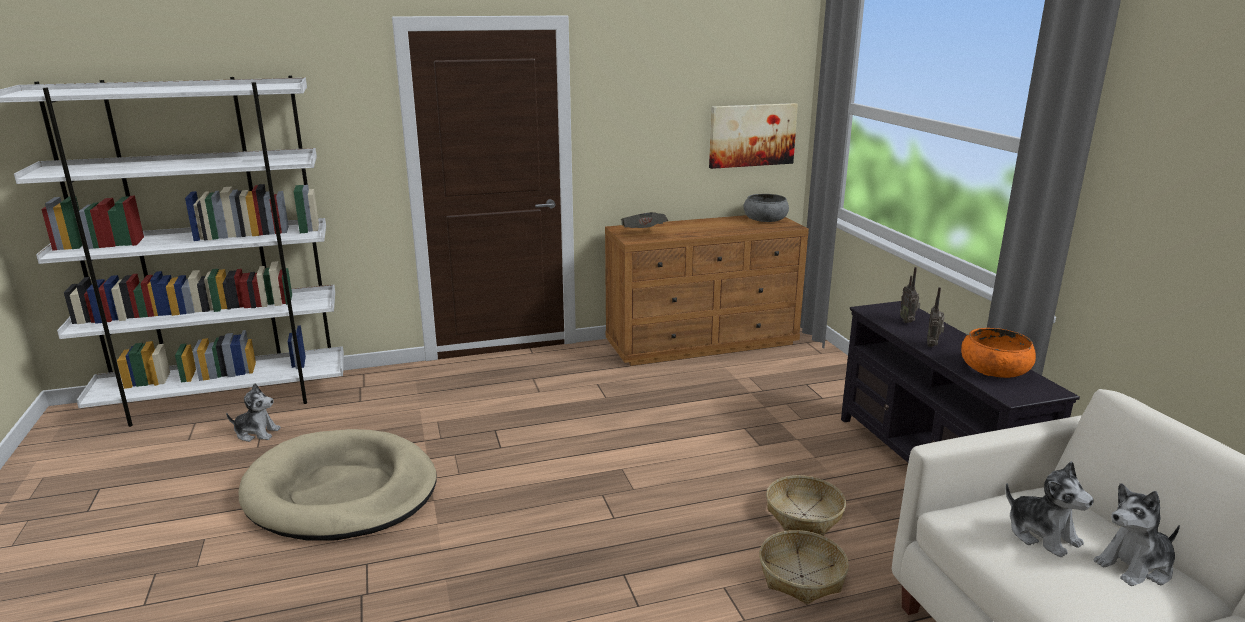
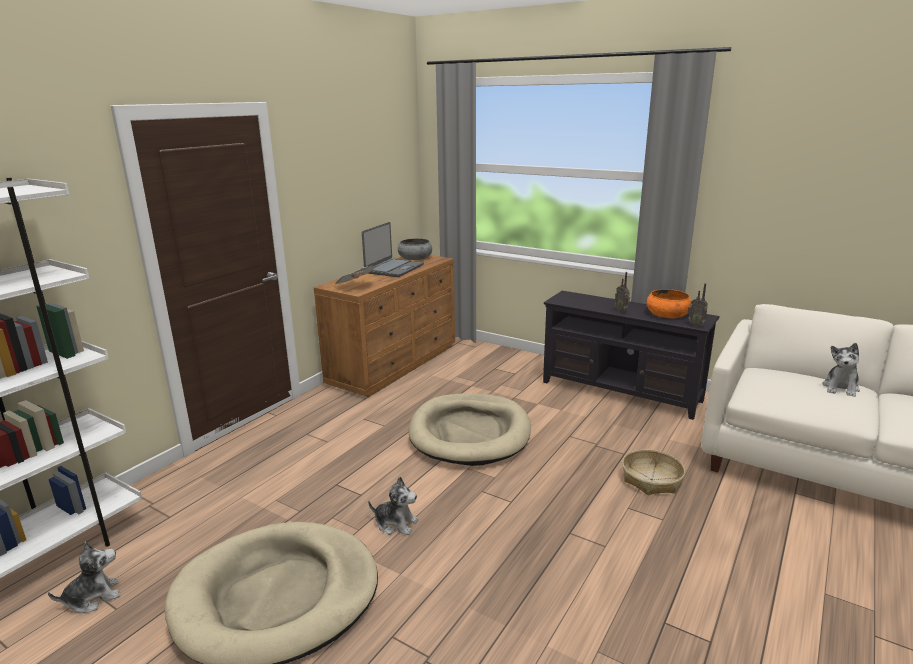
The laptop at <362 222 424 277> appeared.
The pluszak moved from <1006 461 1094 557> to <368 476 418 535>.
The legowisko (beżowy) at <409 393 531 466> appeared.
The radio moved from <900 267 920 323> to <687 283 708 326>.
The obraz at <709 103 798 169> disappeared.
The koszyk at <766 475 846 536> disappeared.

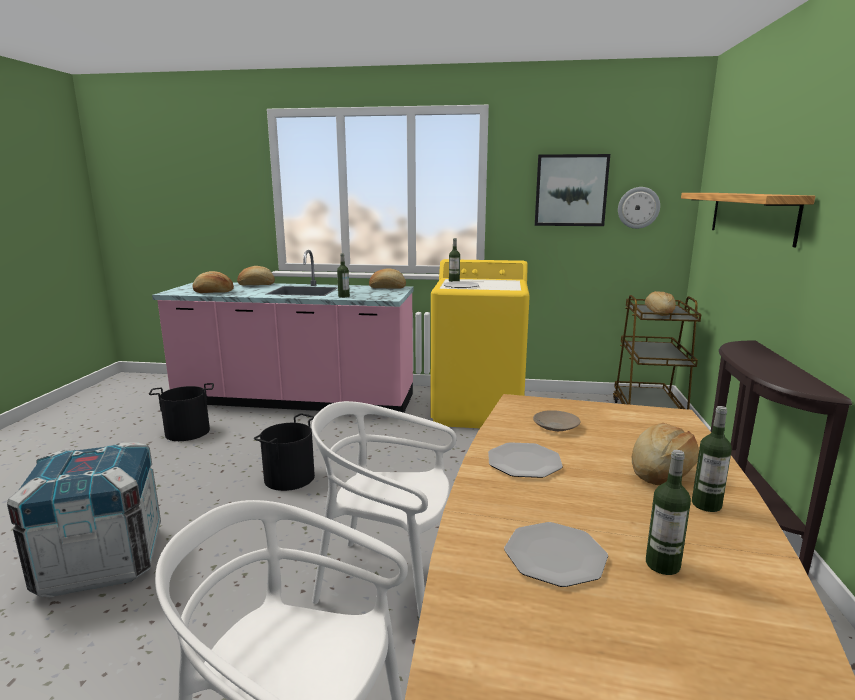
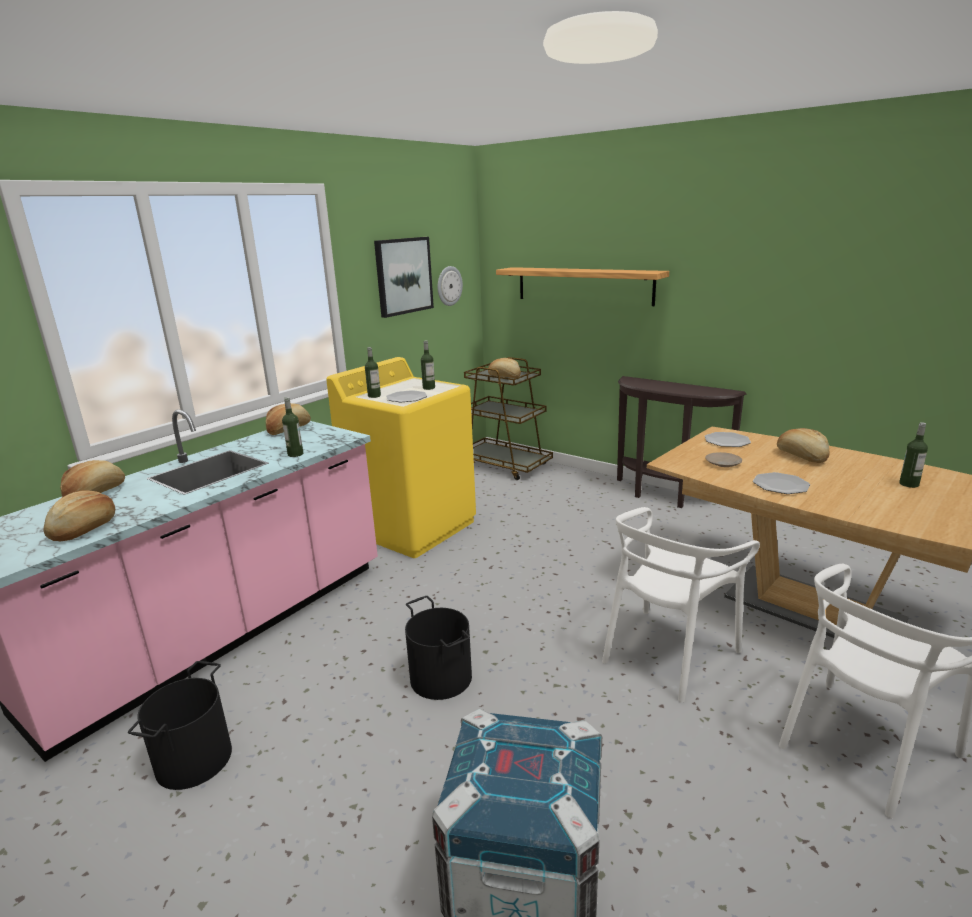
The butelka moved from <692 406 732 512> to <421 340 435 390>.
The talerz moved from <504 522 608 587> to <705 432 751 447>.

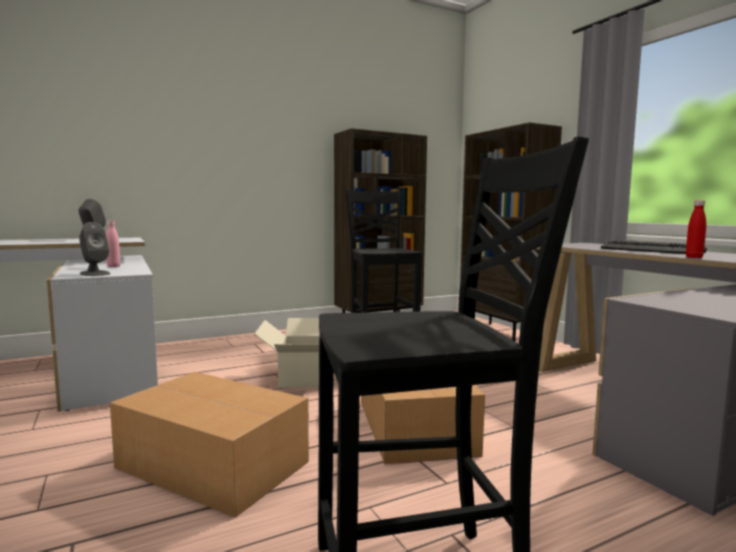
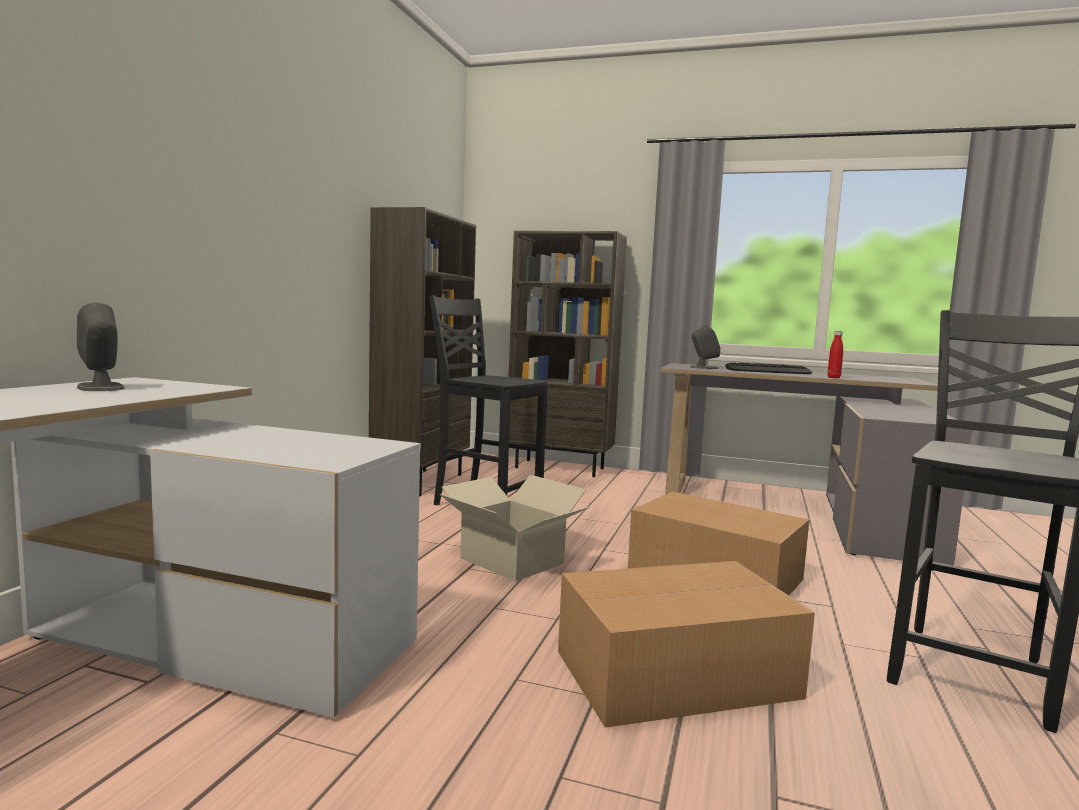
The głośnik (szary) moved from <79 222 110 276> to <691 325 721 369>.
The butelka (różowy) at <106 221 121 267> disappeared.

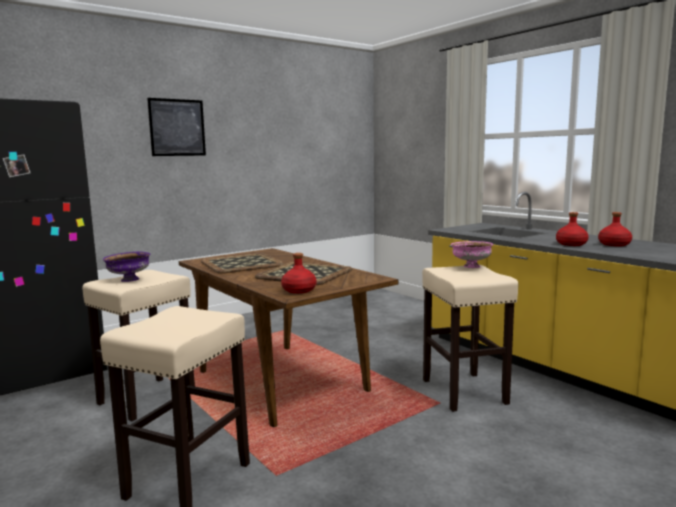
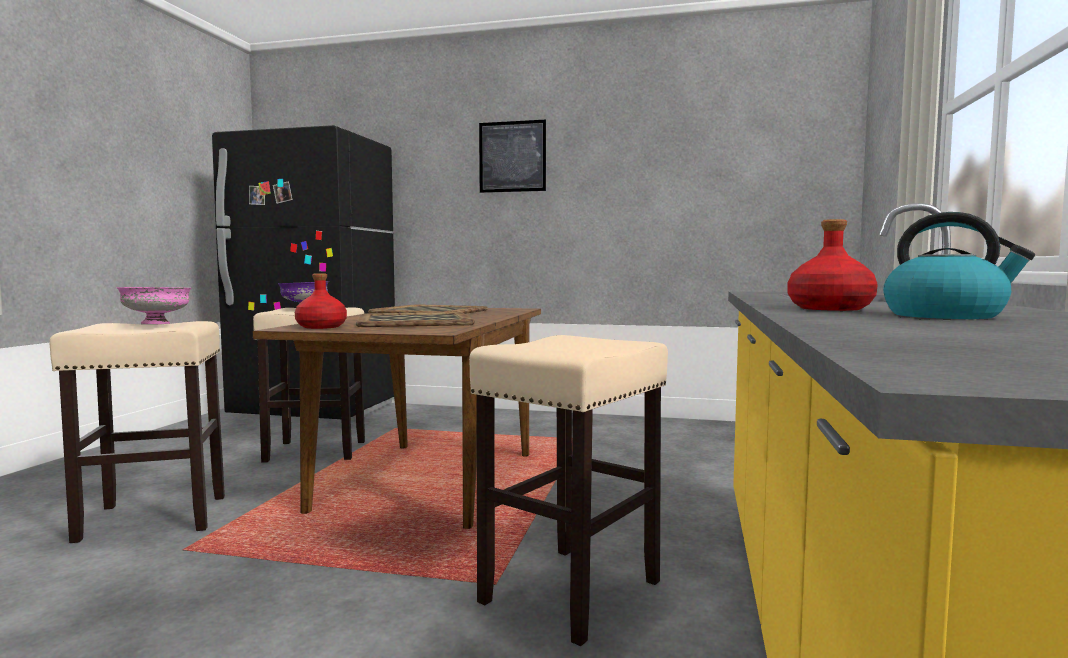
The miska (różowy) moved from <451 241 493 268> to <116 287 192 324>.
The butelka (czerwony) at <598 212 632 246> was replaced by the czajnik at <883 212 1035 319>.

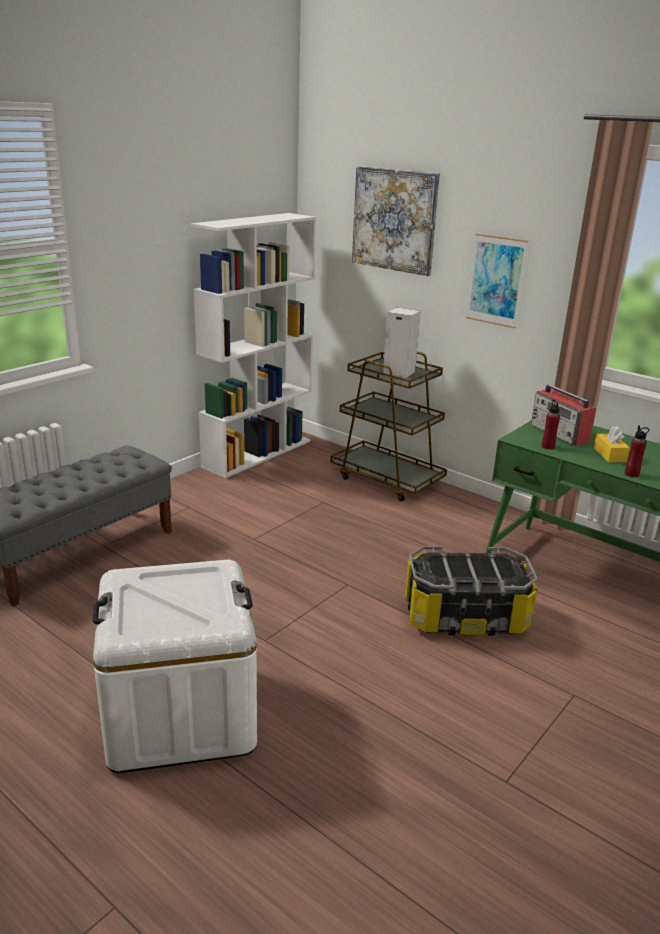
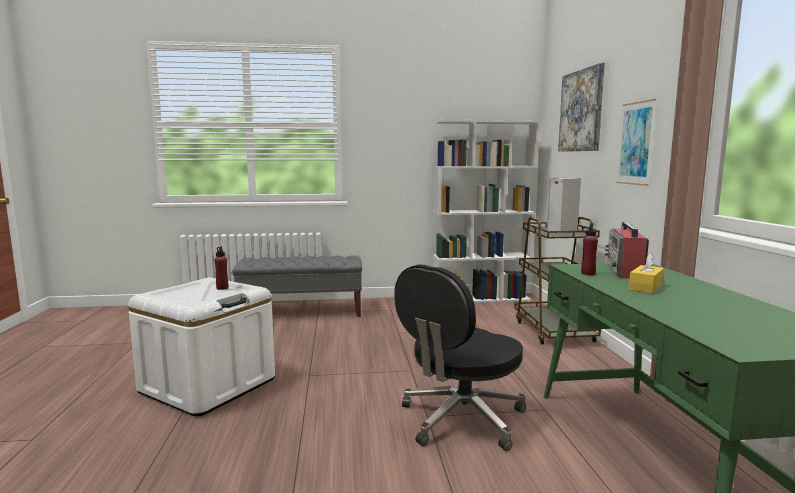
The butelka (czerwony) moved from <625 425 650 477> to <215 246 229 290>.
The pojemnik do przechowywania at <405 546 537 636> was replaced by the krzesło biurowe (czarny) at <394 265 526 451>.

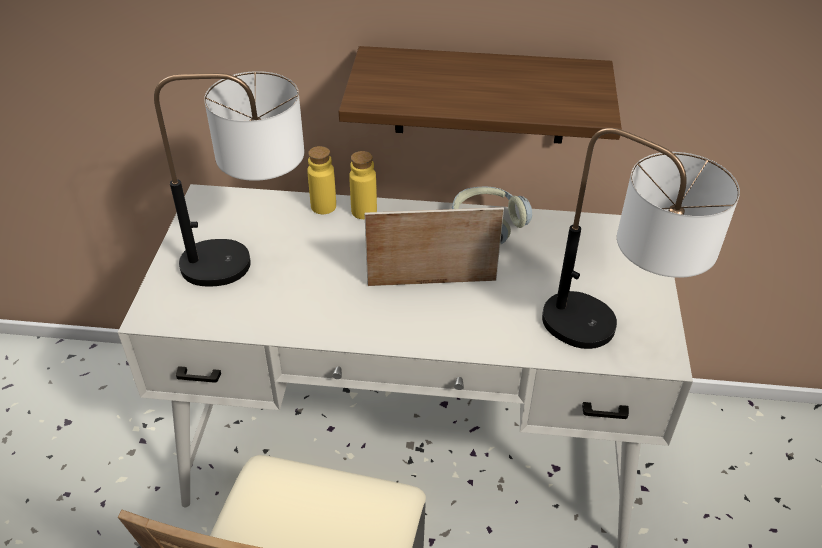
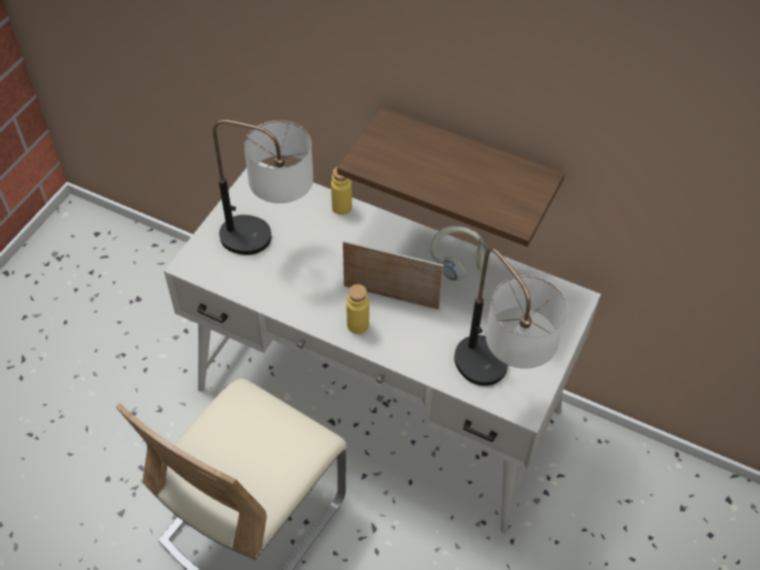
The butelka (żółty) moved from <349 151 377 219> to <346 284 369 334>.

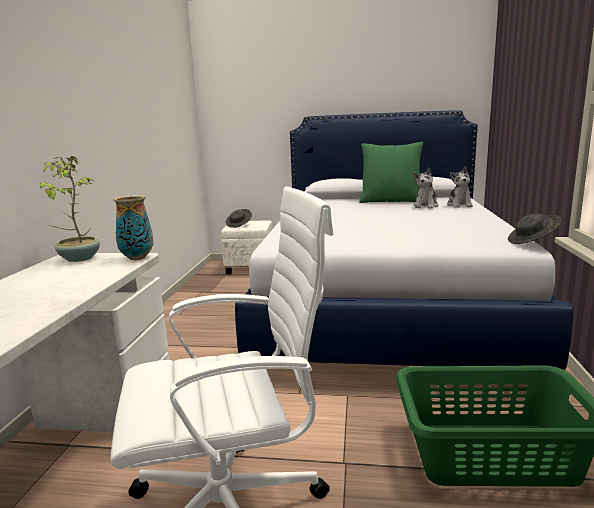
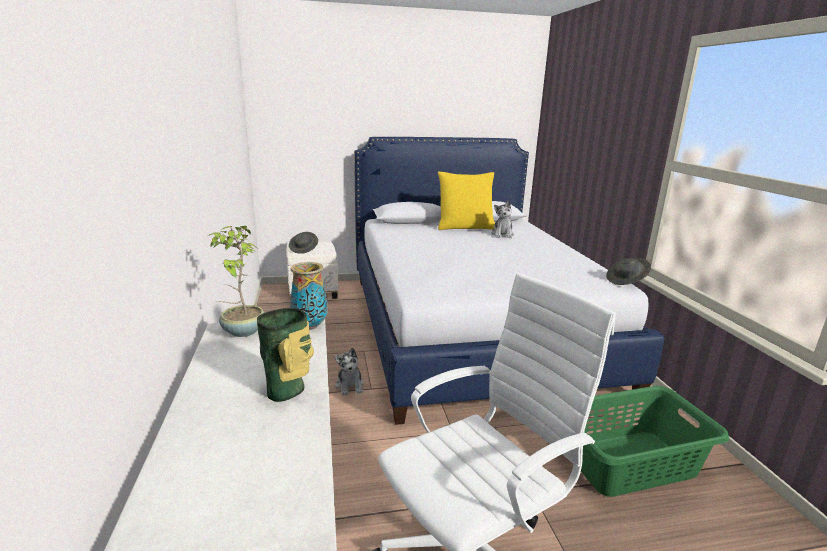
The wazon at <257 308 314 402> appeared.
The pluszak moved from <447 166 473 208> to <335 348 364 396>.
The poduszka (zielony) at <359 142 423 203> became the poduszka (żółty) at <438 172 495 230>.

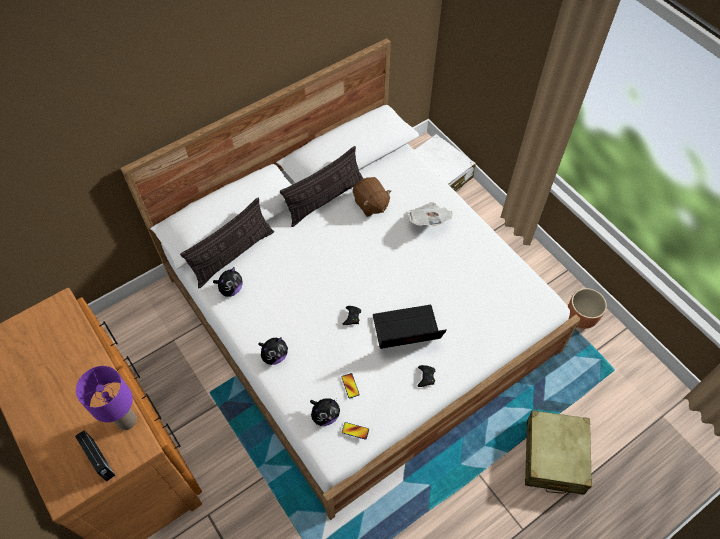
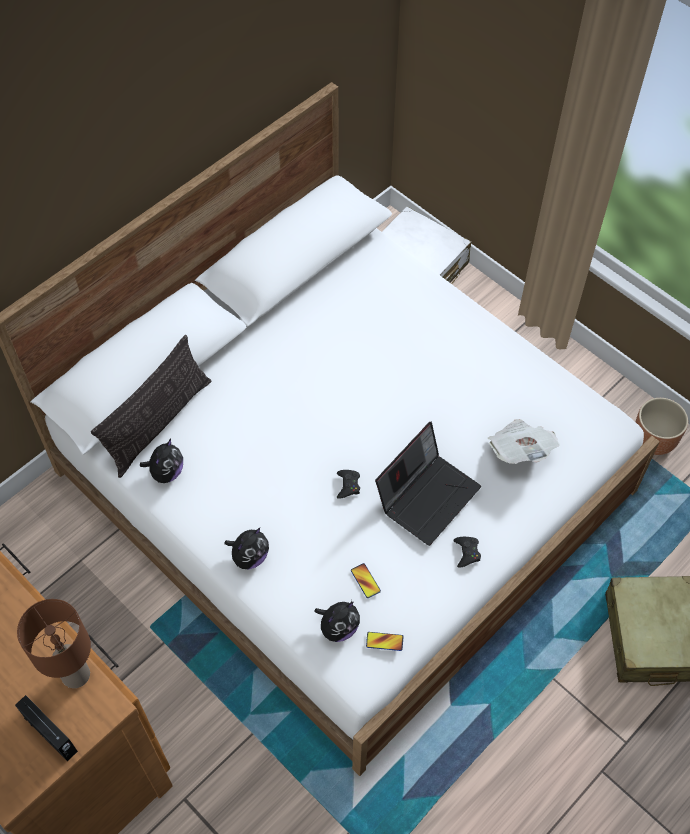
The lampa stołowa (fioletowy) at <76 366 137 430> became the lampa stołowa (brązowy) at <17 599 91 688>.
The laptop at <373 305 447 349> turned 150 degrees clockwise.
The gazeta moved from <409 202 452 226> to <488 419 560 464>.
The poduszka at <280 146 363 227> disappeared.
The pluszak (brązowy) at <353 177 391 217> disappeared.

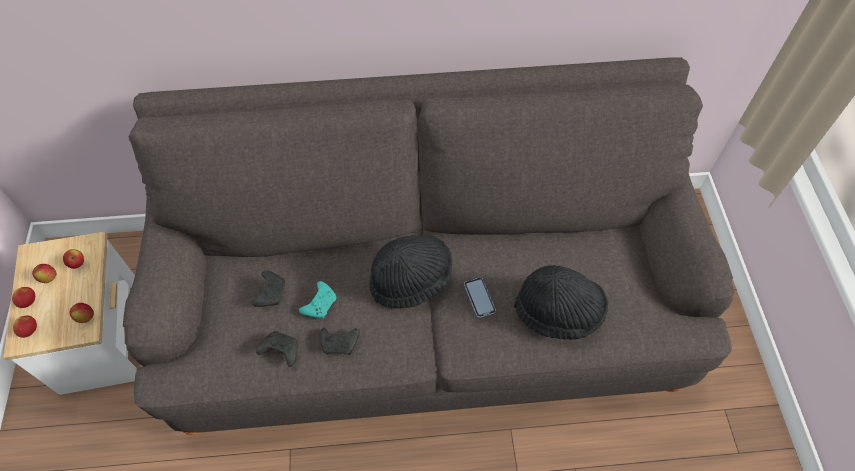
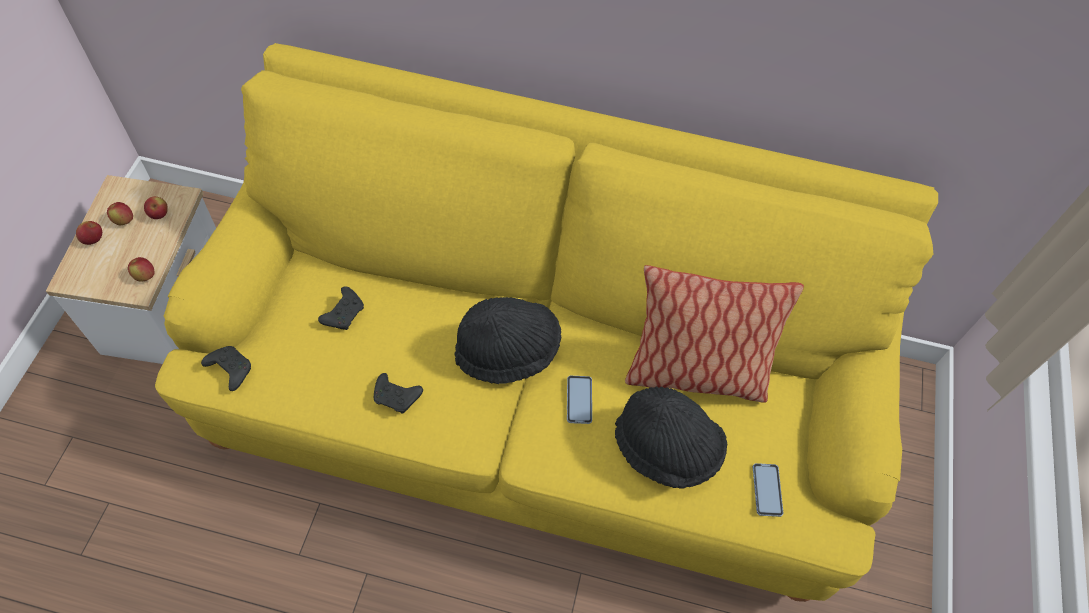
The kanapa (szary) at <123 57 734 435> became the kanapa (żółty) at <155 43 938 602>.
The pad do gier (czarny) moved from <256 331 298 367> to <201 346 251 391>.
The poduszka at <625 265 804 403> appeared.
The telefon at <753 463 783 517> appeared.
The jabłko at <13 316 37 338> disappeared.
The pad do gier (turkusowy) at <299 281 337 319> disappeared.

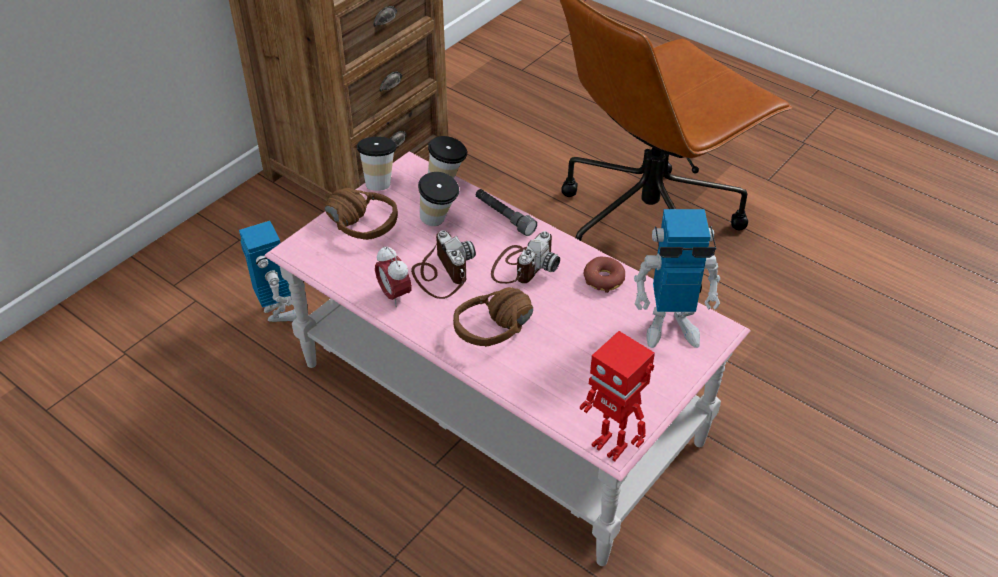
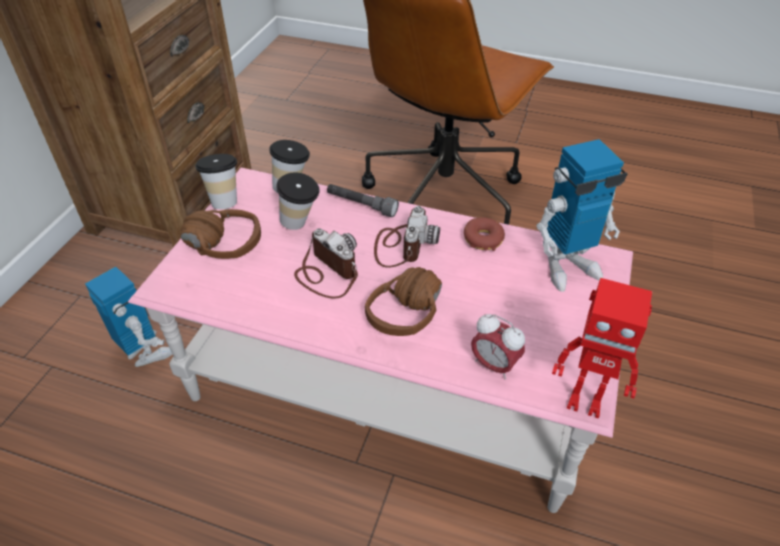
The budzik moved from <375 246 412 307> to <471 314 525 380>.

